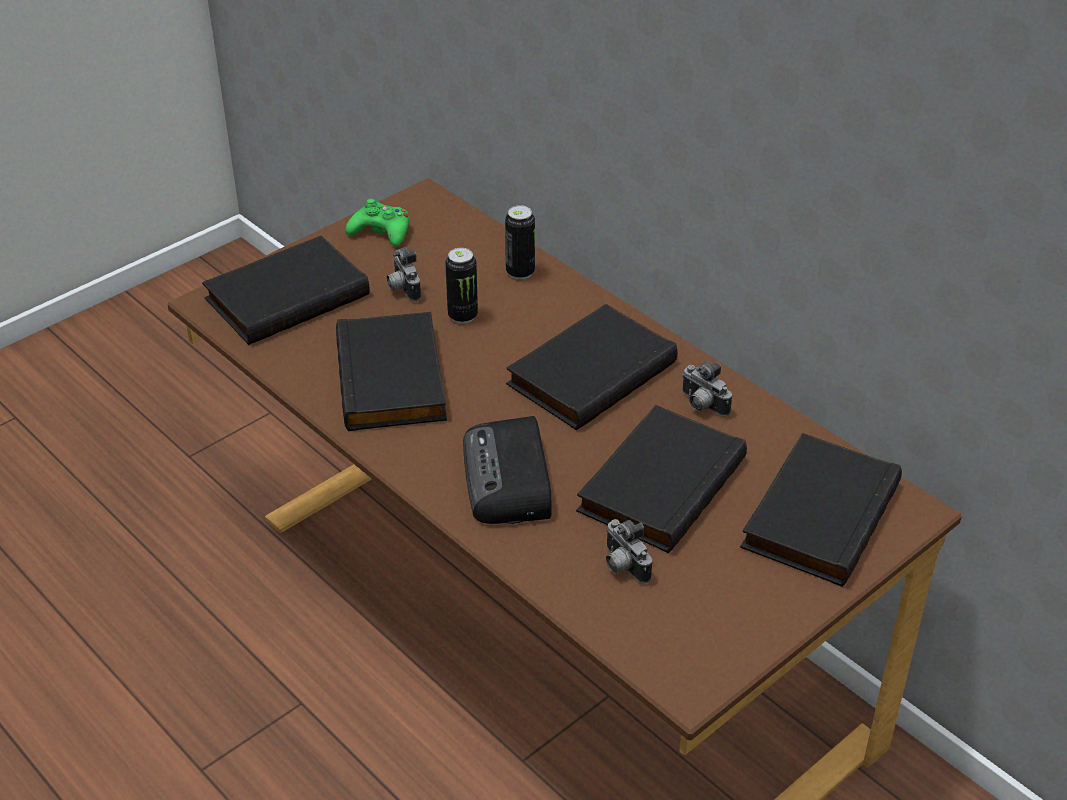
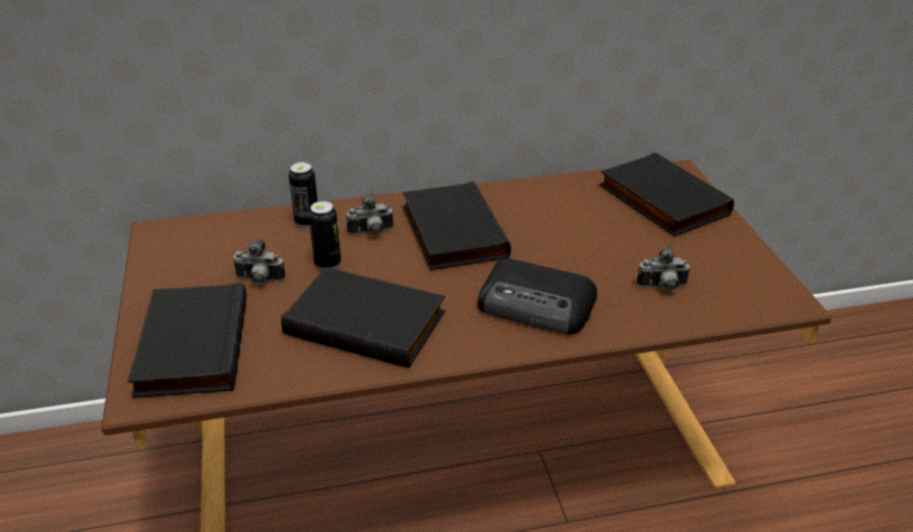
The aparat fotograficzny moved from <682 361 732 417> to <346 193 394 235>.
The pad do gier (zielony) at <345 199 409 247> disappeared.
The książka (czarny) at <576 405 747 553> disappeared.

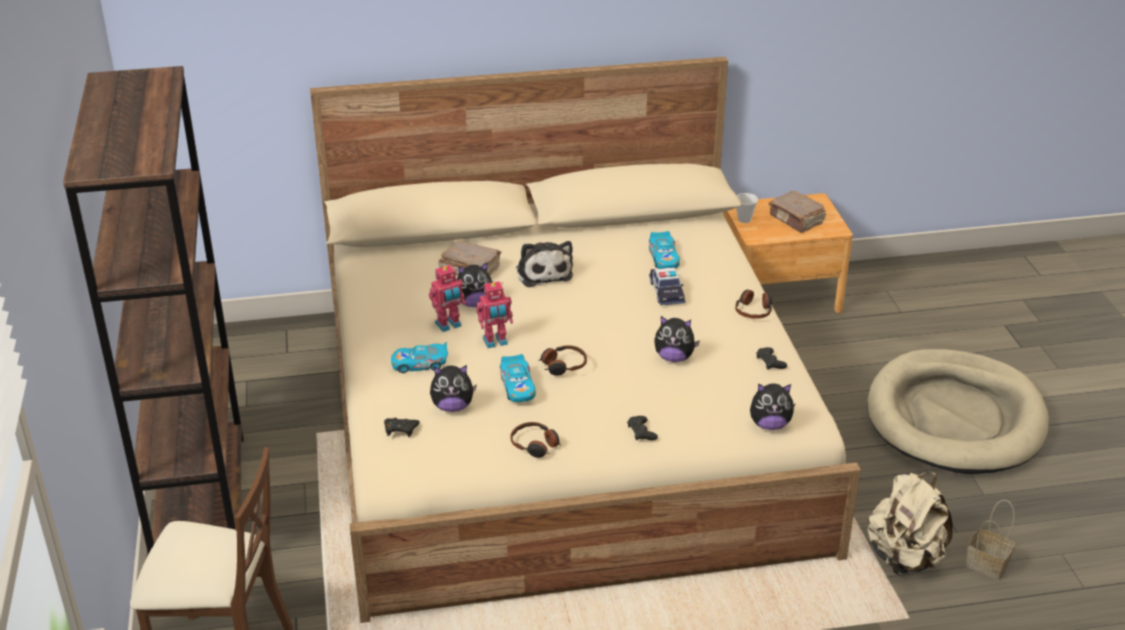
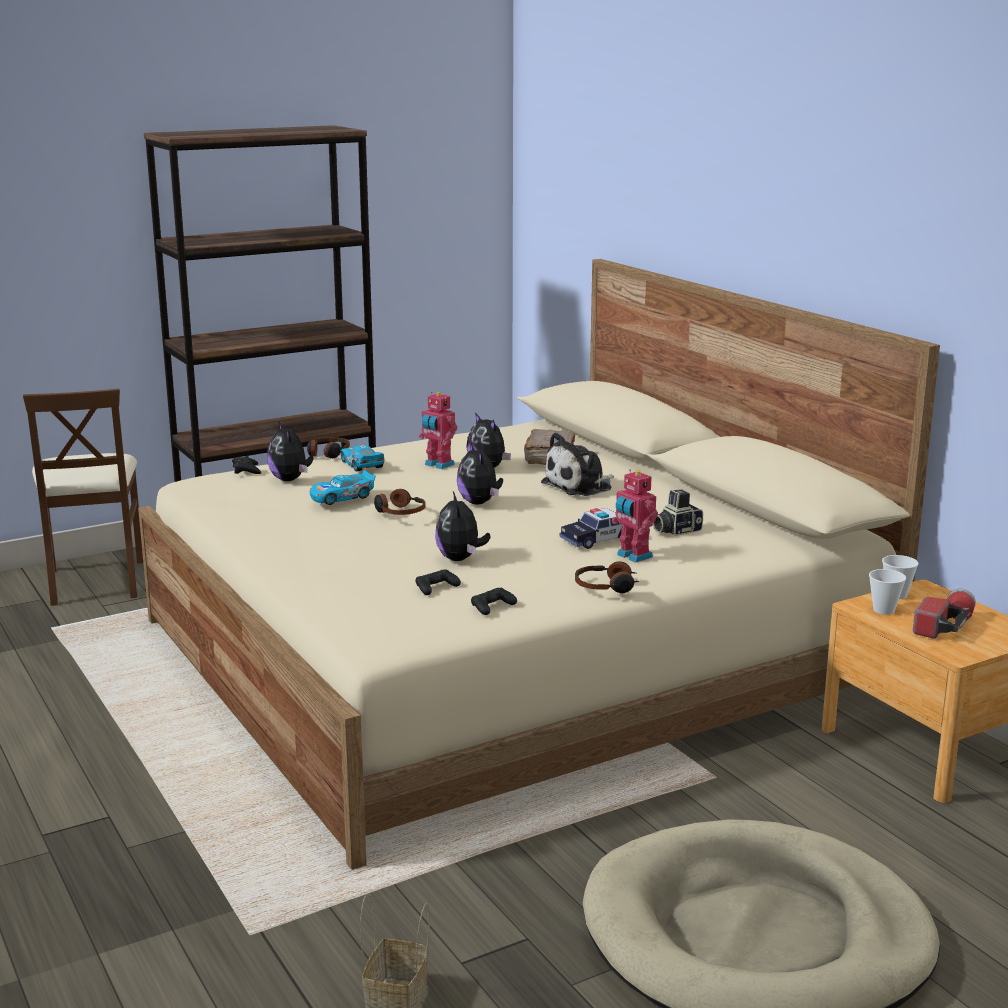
The słuchawki moved from <510 422 561 458> to <307 437 350 458>.
The pad do gier (czarny) moved from <627 416 658 440> to <415 570 461 595>.
The pluszak moved from <750 383 796 430> to <457 441 503 505>.
The robot zabawkowy moved from <476 281 513 348> to <612 469 658 563>.
The samochodzik at <649 231 680 269> was replaced by the aparat fotograficzny at <653 489 703 536>.
The filiżanka at <869 569 906 615> appeared.
The książka (brązowy) at <769 191 826 233> was replaced by the latarka at <913 589 976 639>.
The plecak (beżowy) at <867 472 953 575> disappeared.

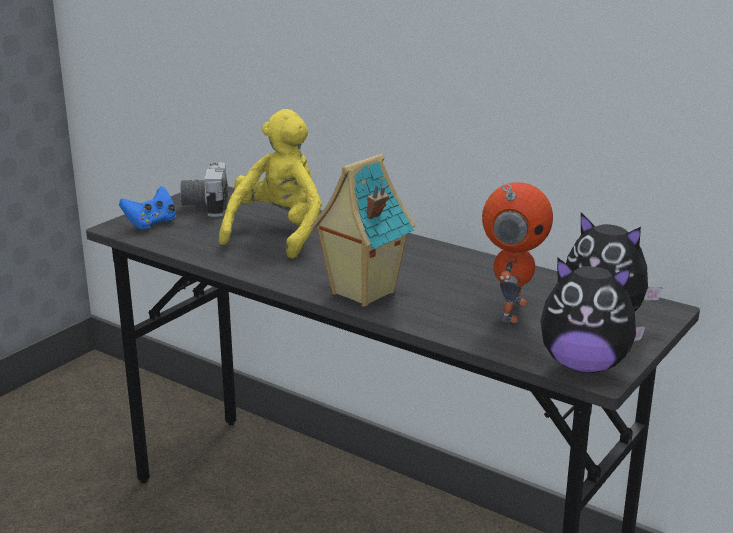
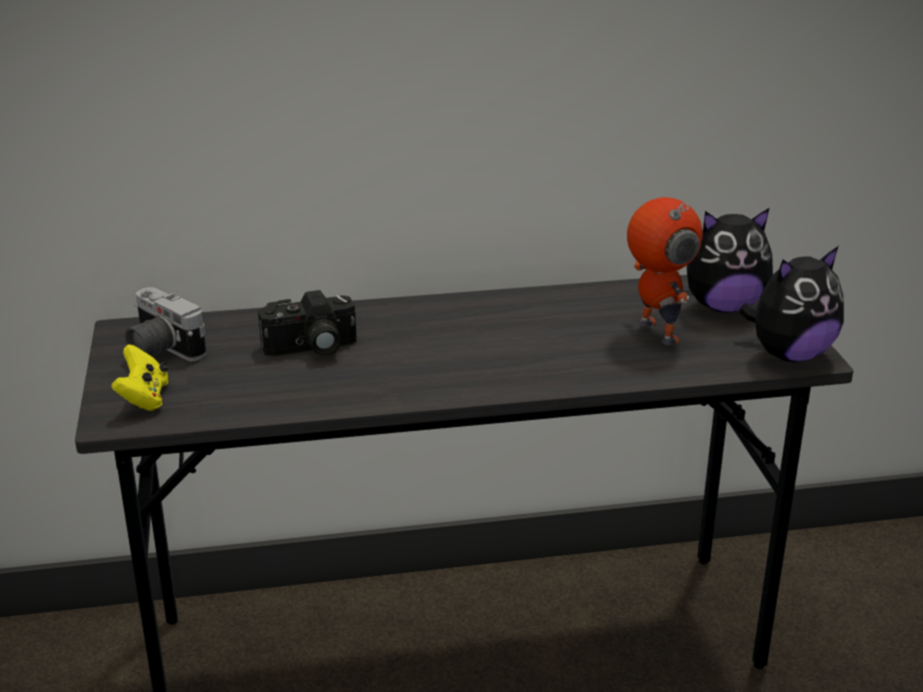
The pad do gier (niebieski) at <119 186 176 230> became the pad do gier (żółty) at <111 345 168 411>.
The pluszak (żółty) at <219 109 322 259> was replaced by the aparat fotograficzny at <258 290 357 356>.
The domek at <311 154 416 307> disappeared.

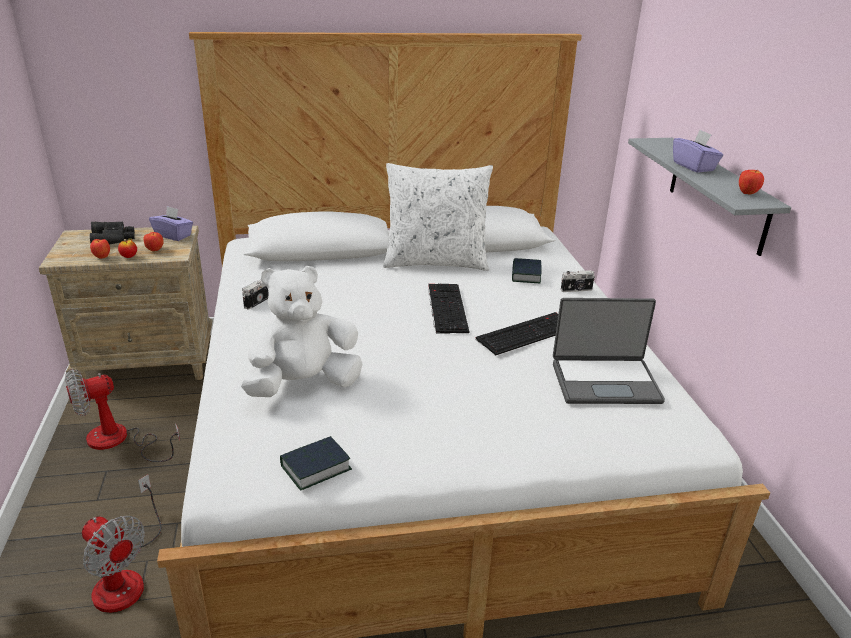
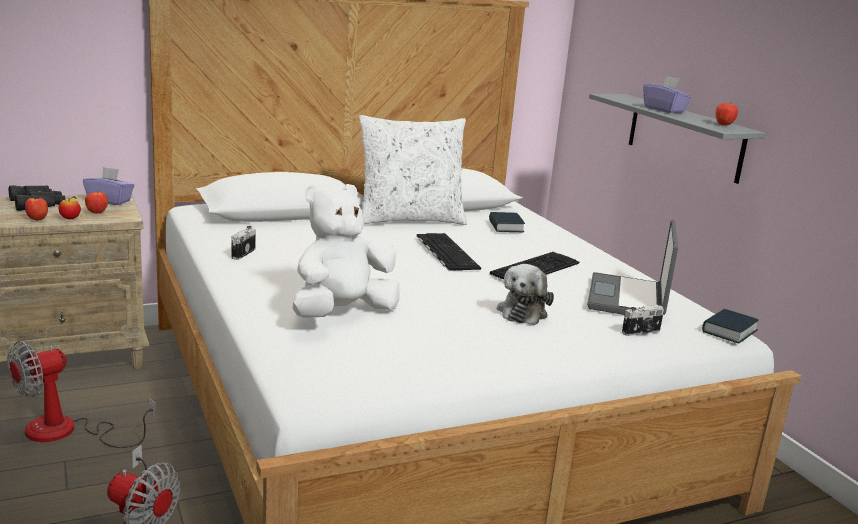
The pluszak at <497 264 554 325> appeared.
The laptop at <553 298 665 404> turned 120 degrees clockwise.
The aparat fotograficzny moved from <561 270 595 292> to <622 305 664 336>.
The książka moved from <280 436 352 490> to <702 309 759 343>.

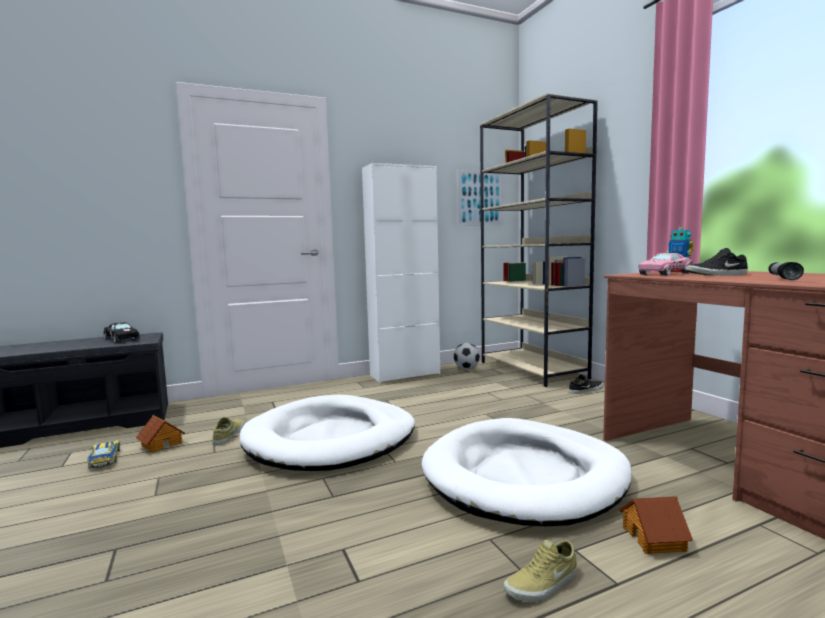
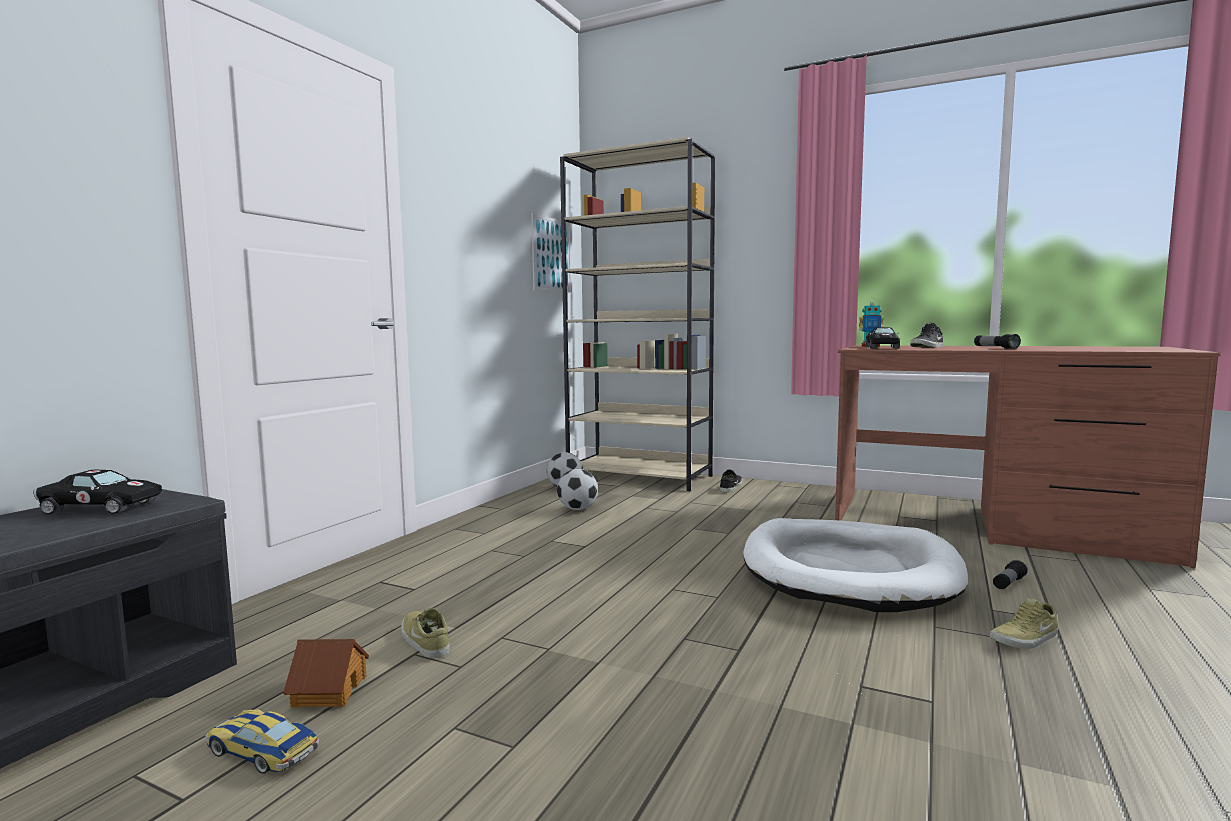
The piłka futbolowa at <557 469 598 510> appeared.
The samochodzik (różowy) at <638 253 693 275> became the samochodzik (czarny) at <866 327 900 349>.
The but (beżowy) at <504 540 577 602> turned 45 degrees clockwise.
The domek at <619 496 693 554> was replaced by the latarka at <993 560 1028 589>.
The legowisko (biały) at <240 395 415 471> disappeared.
The szafka (biały) at <362 163 440 383> disappeared.

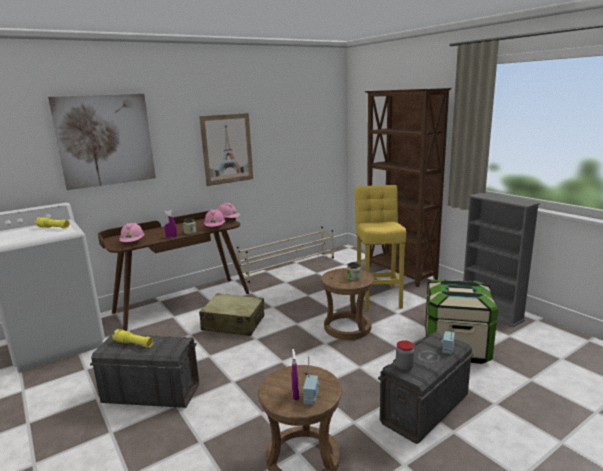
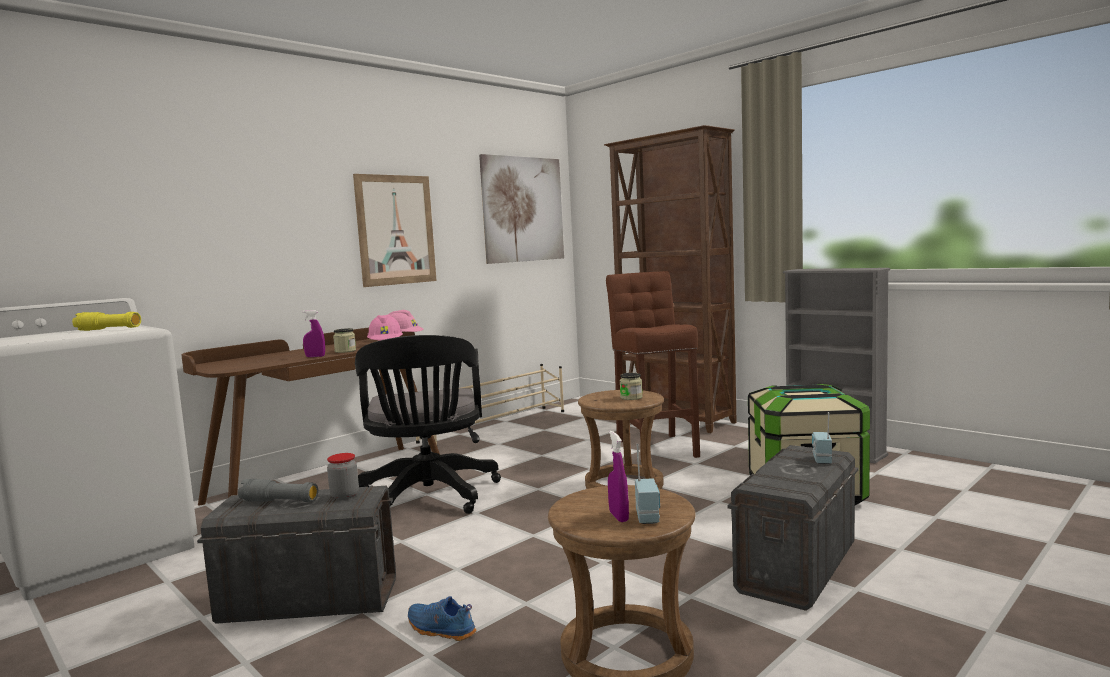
The latarka (żółty) at <112 329 153 348> became the latarka (szary) at <238 479 318 502>.
The słoik moved from <396 340 415 371> to <327 453 359 500>.
The walizka (beżowy) at <199 293 264 336> was replaced by the krzesło biurowe (czarny) at <355 335 501 514>.
The but (niebieski) at <408 596 477 641> appeared.
The obraz moved from <48 94 156 190> to <479 154 564 264>.
The stołek (żółty) at <354 185 406 310> became the stołek (brązowy) at <606 271 700 458>.
The kask (różowy) at <120 223 144 242> disappeared.

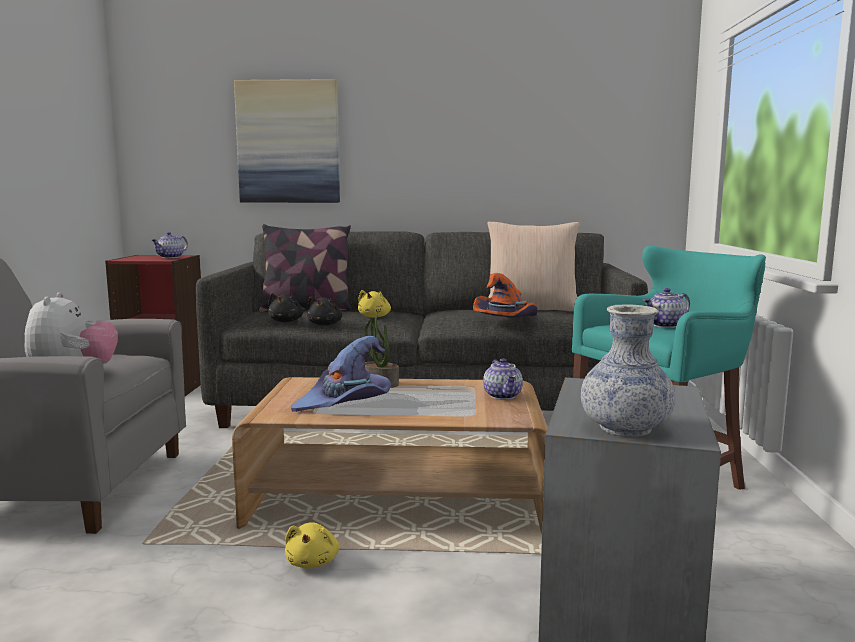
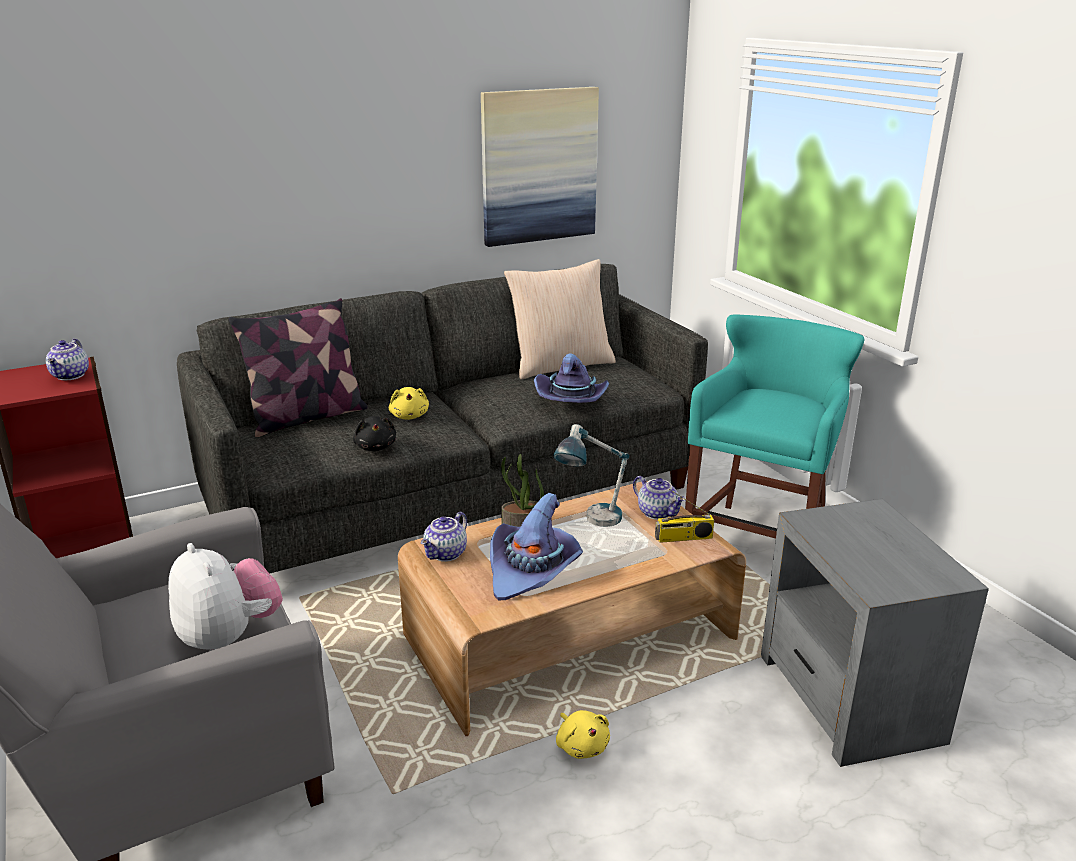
The imbryk moved from <643 288 690 328> to <421 511 467 562>.
The obraz moved from <234 79 340 203> to <481 87 599 247>.
The kapelusz (pomarańczowy) at <473 273 537 318> became the kapelusz (fioletowy) at <534 353 609 403>.
The lampa stołowa at <553 424 629 527> appeared.
The radio at <655 489 714 543> appeared.
The pluszak (czarny) at <268 293 303 322> disappeared.
The wazon at <581 304 675 437> disappeared.

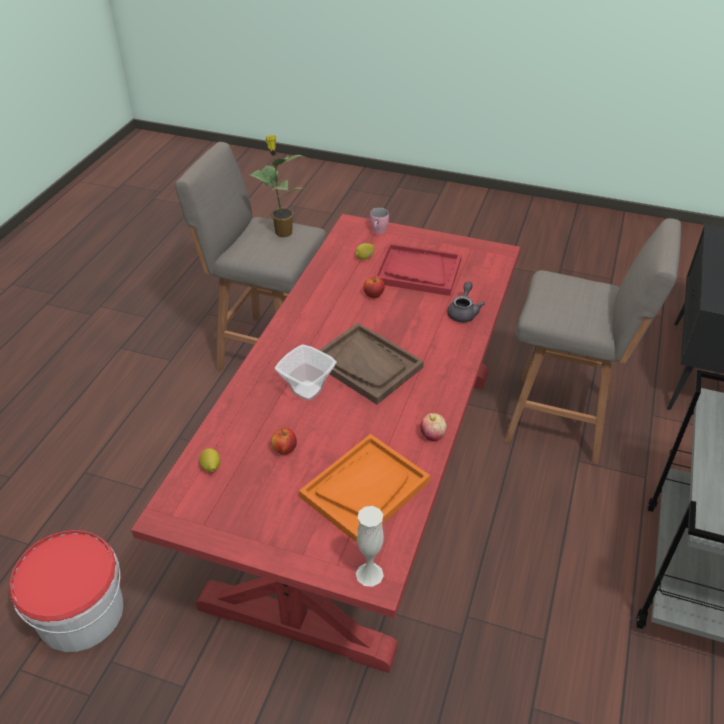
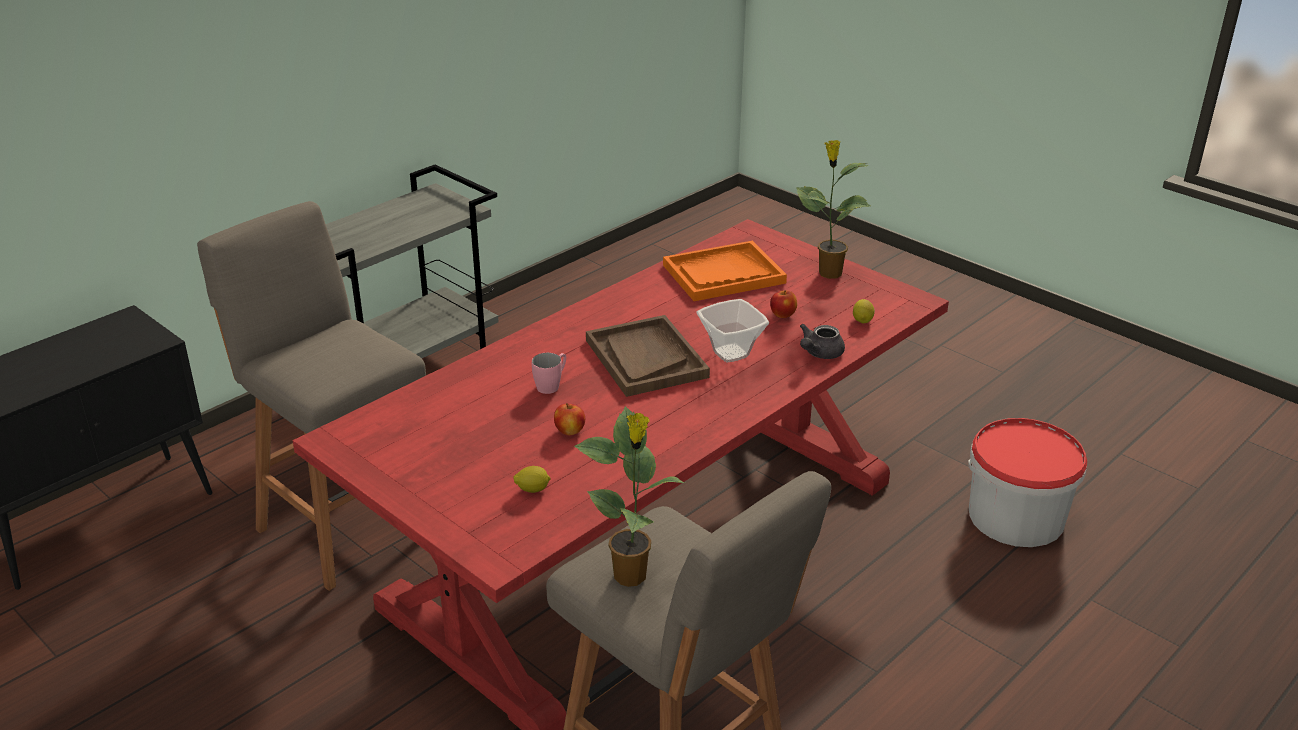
The kubek (różowy) moved from <370 208 389 234> to <532 353 566 394>.
The roślina doniczkowa at <796 140 870 279> appeared.
The imbryk (szary) moved from <447 281 485 322> to <800 324 845 359>.
The wazon (biały) at <356 506 384 587> disappeared.
The taca (czerwony) at <373 243 462 296> disappeared.
The jabłko at <420 413 447 441> disappeared.

